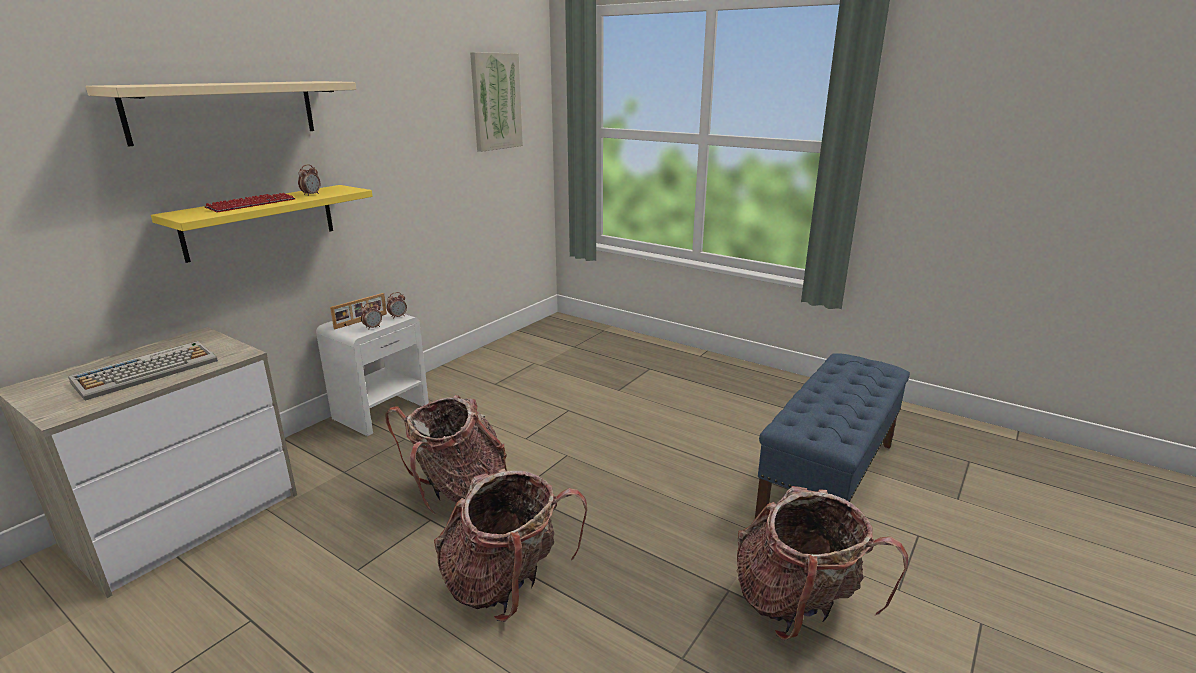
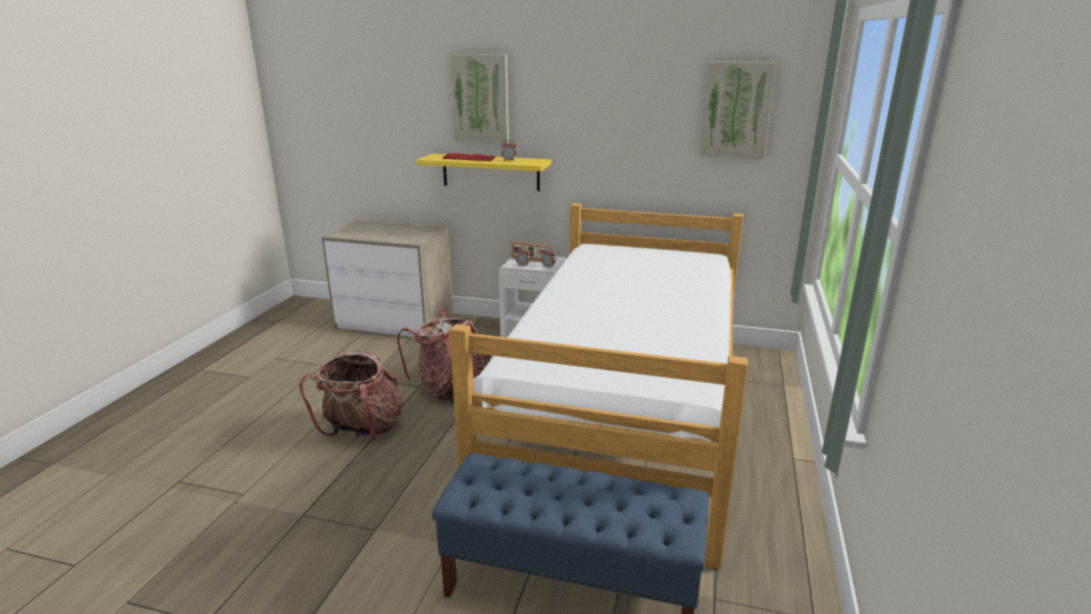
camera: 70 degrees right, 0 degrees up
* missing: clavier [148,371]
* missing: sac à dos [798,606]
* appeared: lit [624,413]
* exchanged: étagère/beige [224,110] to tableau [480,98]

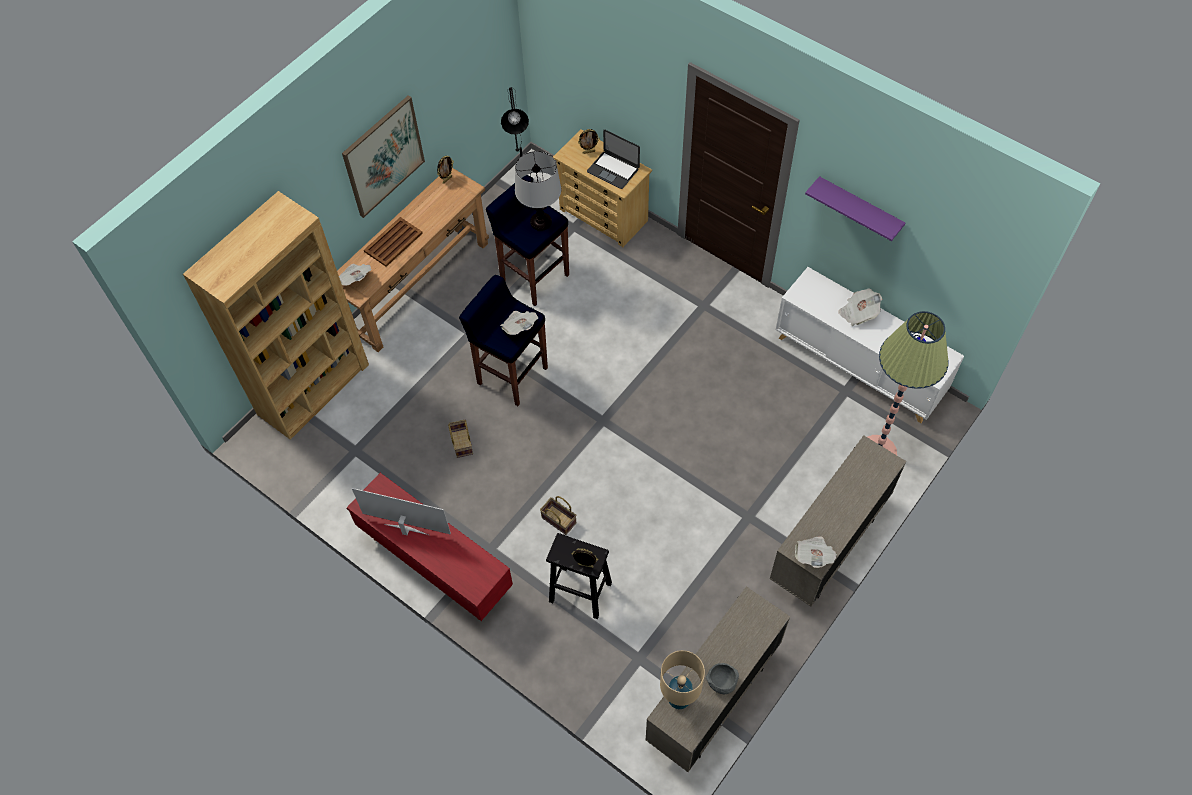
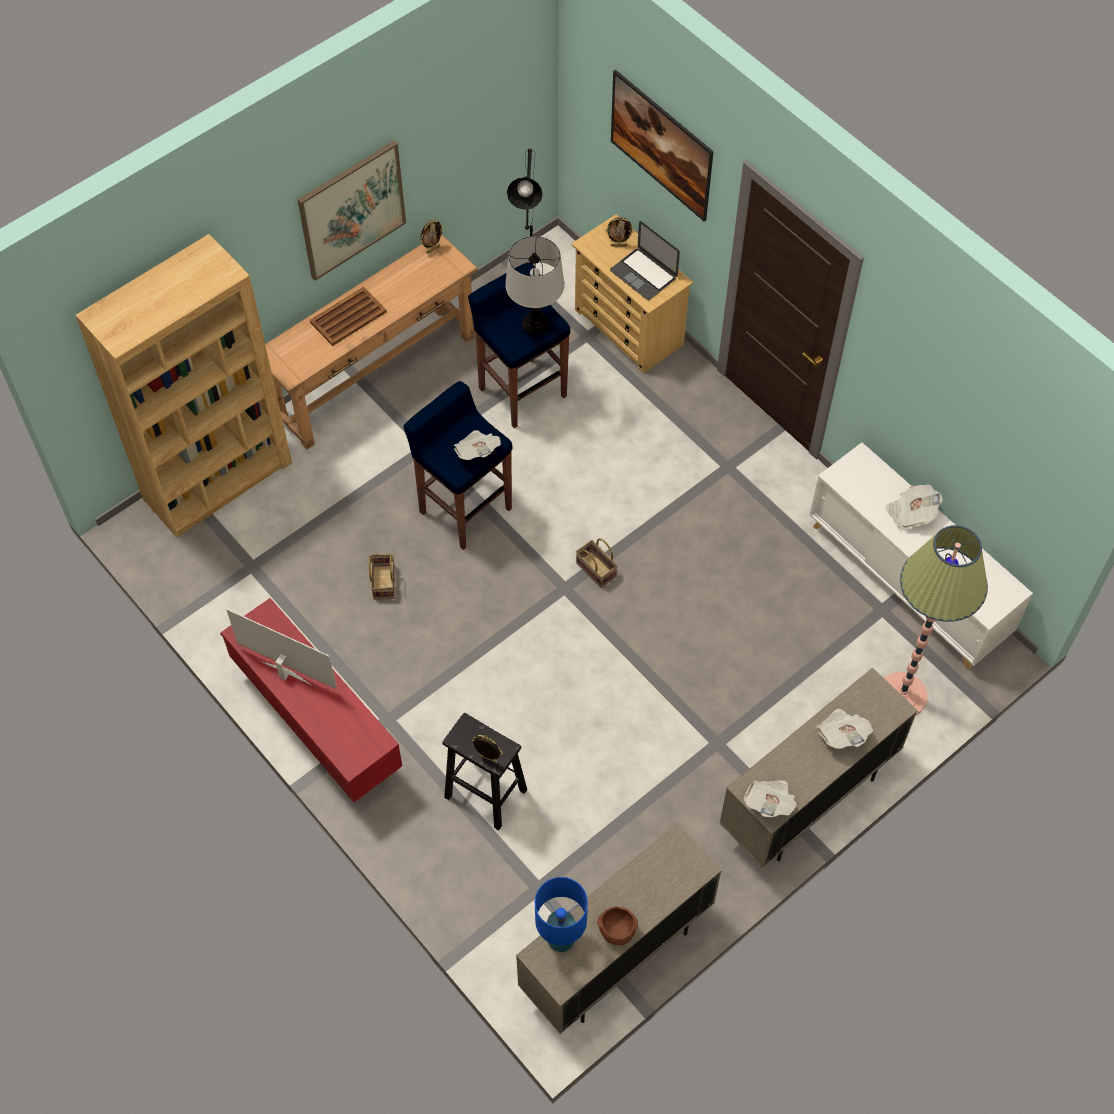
camera: 10 degrees right, 0 degrees up
* missing: étagère/violet [859,209]
* appeared: tableau [660,162]
* relocated: journal [355,279] to [842,734]
* relocated: panier [557,520] to [594,570]
* colour: lampe de table/beige [679,698] to lampe de table/bleu [561,939]
* colour: bol/gris [721,683] to bol/marron [616,931]

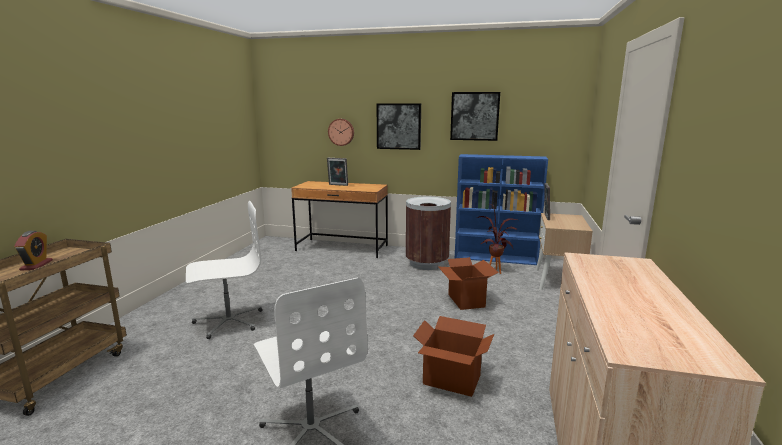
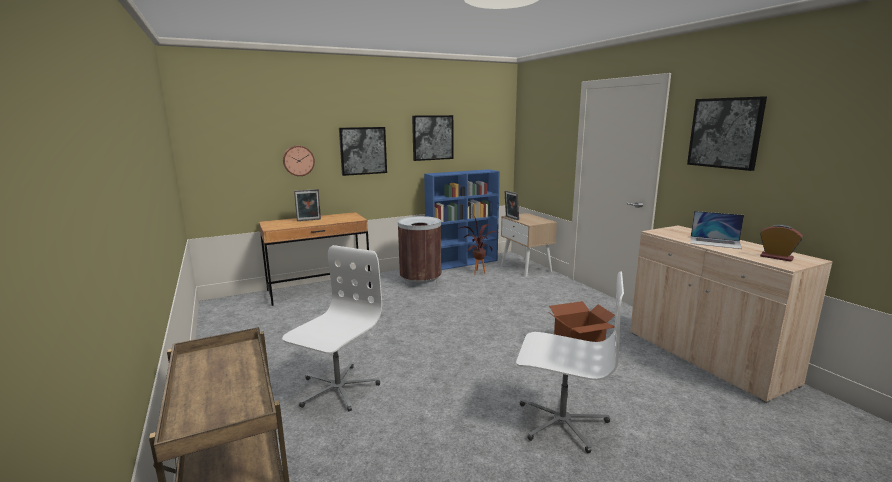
camera: 40 degrees left, 0 degrees up
* missing: carton [465,301]
* appeared: tableau [725,133]
* appeared: ordinateur portable [715,242]
* relocated: réveil [36,265] to [776,257]

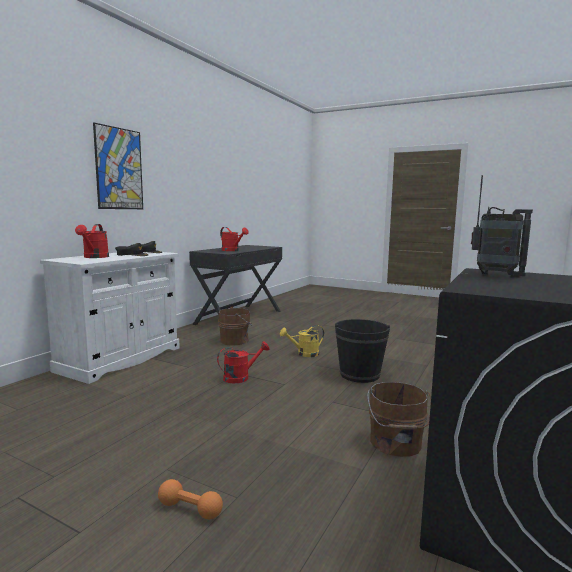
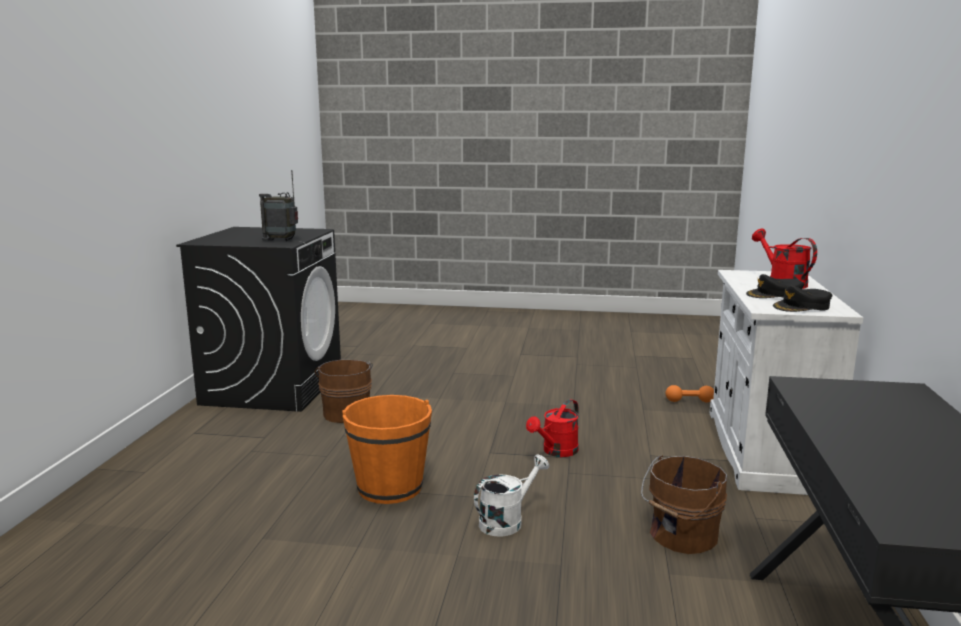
camera: 160 degrees right, 5 degrees up
* missing: tableau [119,169]
* missing: arrosoir/rouge [232,250]
* relocated: haltère/orange [190,509] to [689,401]
* colour: arrosoir/jaune [304,354] to arrosoir/blanc [507,521]
* colour: seau/noir [359,375] to seau/orange [390,488]

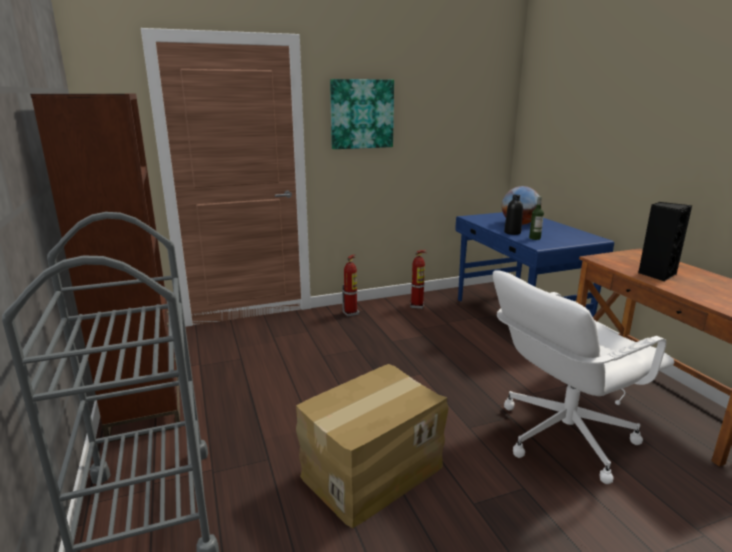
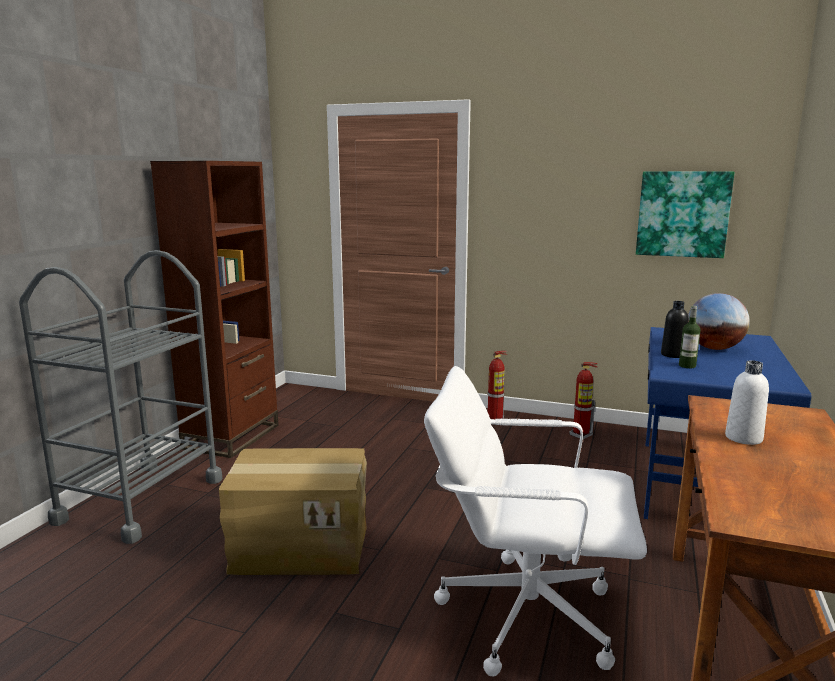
camera: 40 degrees right, 5 degrees down
* relocated: tableau [361,114] to [682,214]
* exchanged: enceinte/noir [656,274] to bouteille/blanc [743,438]

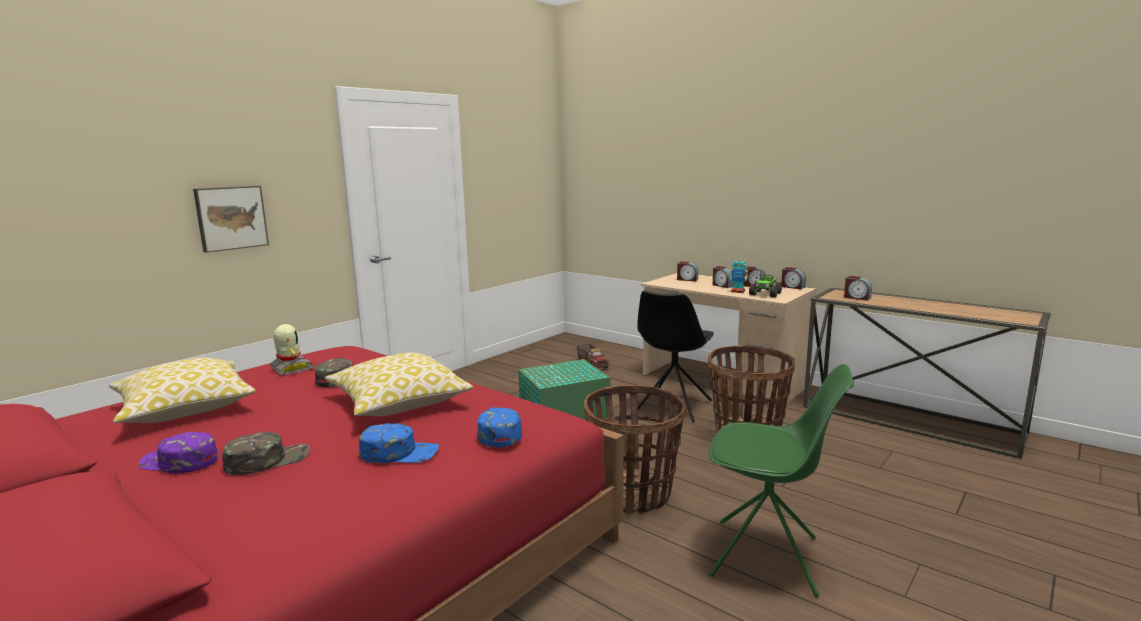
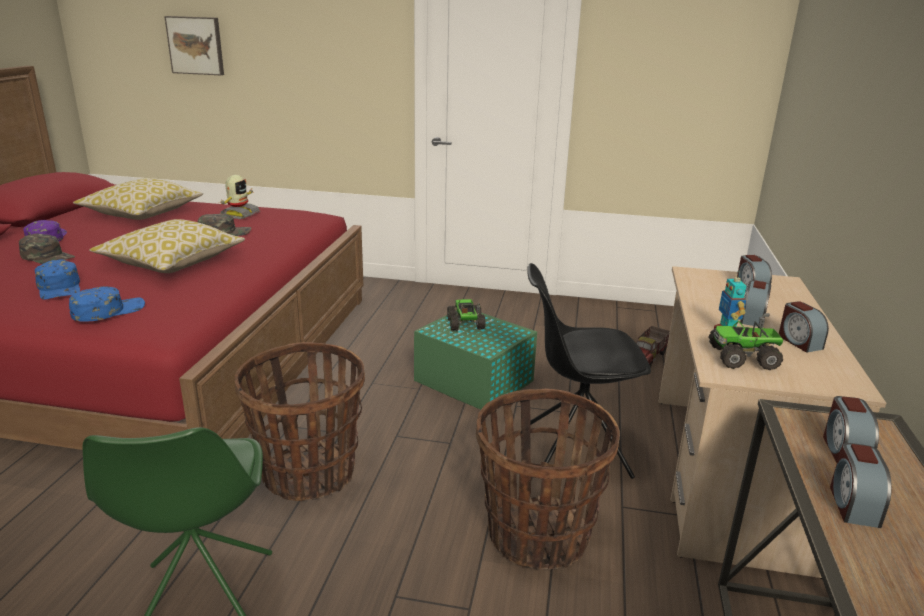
camera: 60 degrees right, 10 degrees up
* appeared: camion jouet [465,324]
* relocated: tableau [231,217] to [196,45]
* relocated: réveil [792,287] to [853,504]

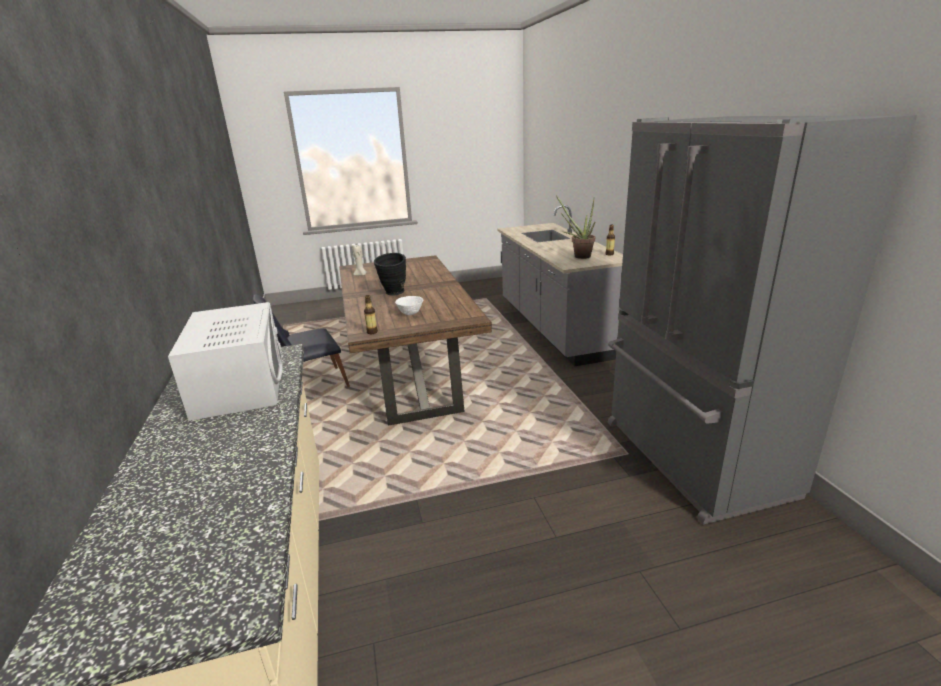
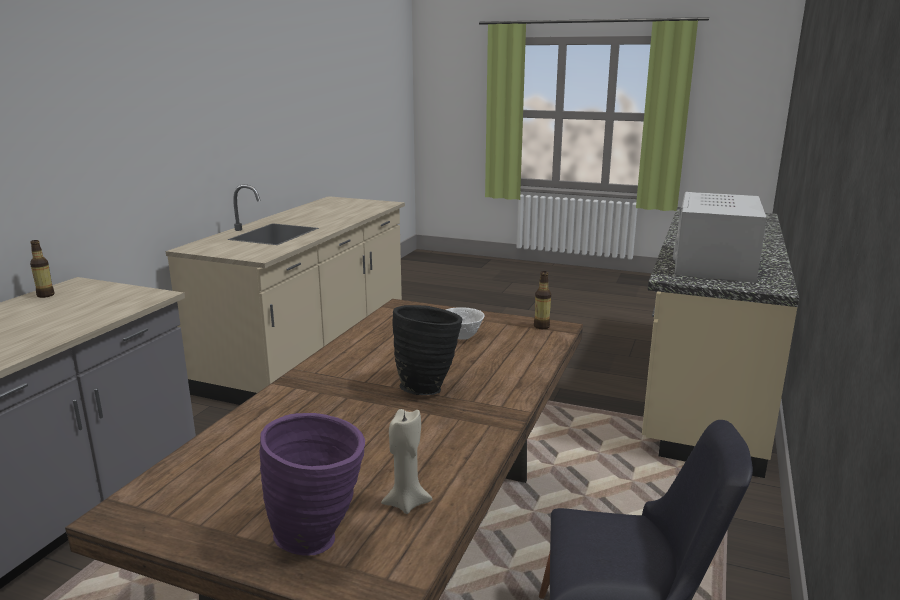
camera: 145 degrees left, 5 degrees down
* missing: plante en pot [578,256]
* appeared: vase/violet [320,538]
* exchanged: réfrigérateur/gris [691,458] to comptoir de cuisine/beige [311,348]

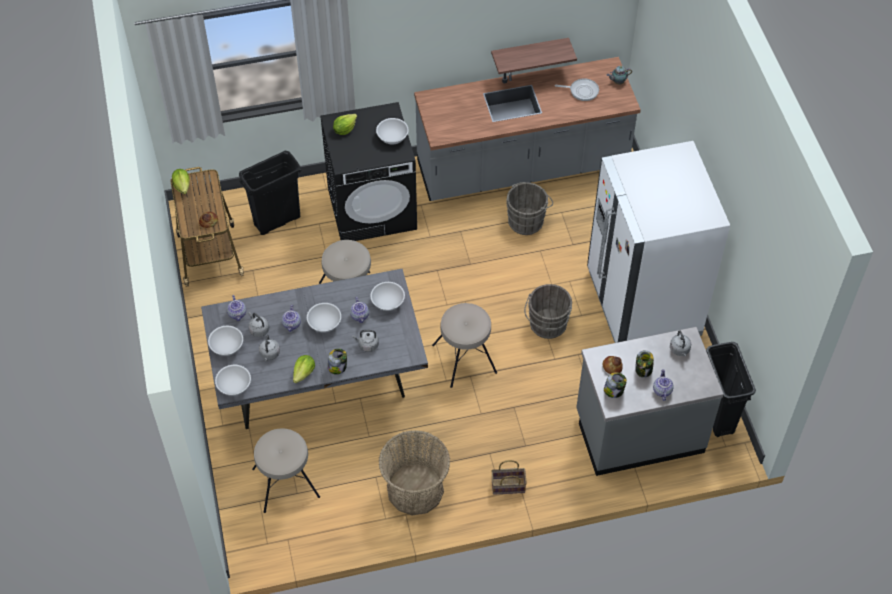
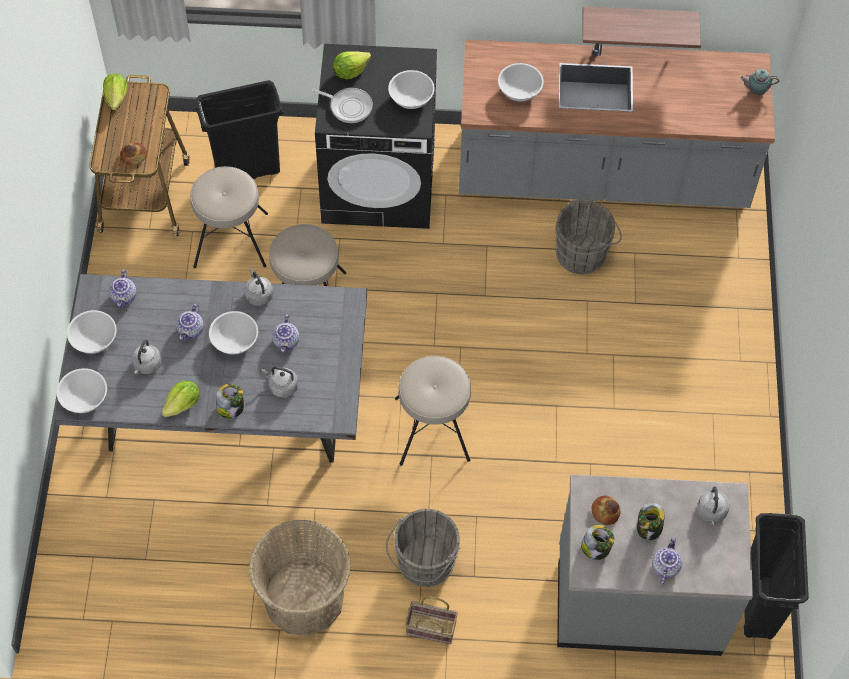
camera: 15 degrees right, 5 degrees up
* missing: réfrigérateur/blanc [643,303]
* relocated: bouilloire/gris [258,329] to [258,294]
* relocated: tabouret/beige [286,483] to [231,241]
* relocated: bol/blanc [388,302] to [519,91]
* relocated: seau/gris [547,326] to [423,564]
* relocated: poêle [582,91] to [348,106]

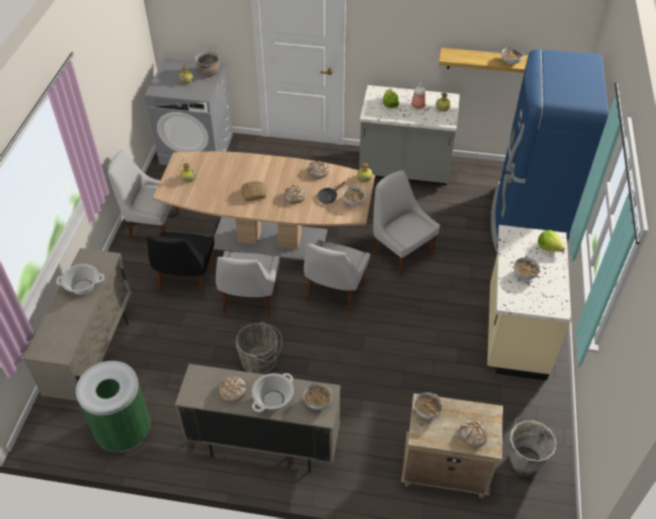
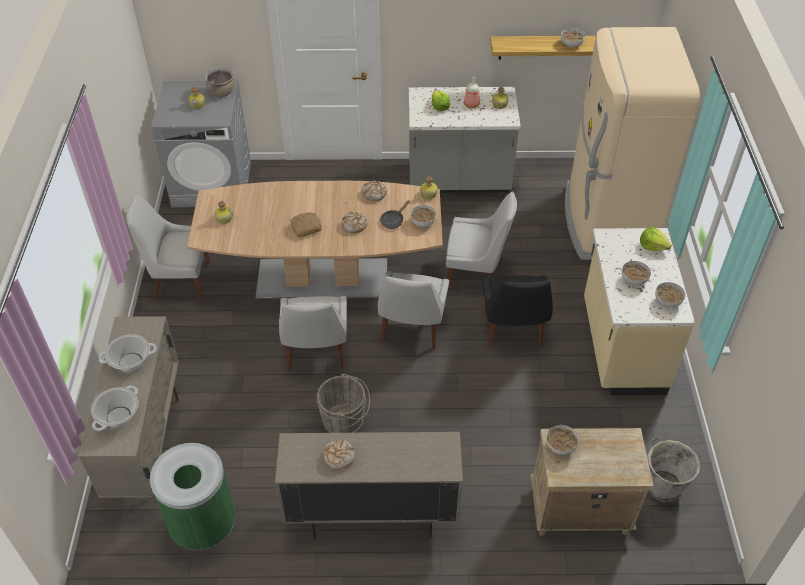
camera: 10 degrees left, 0 degrees up
* missing: pain [473,435]
* relocated: chaise/noir [186,280] to [513,331]
* relocated: marmite [273,399] to [118,416]
* relocated: bol [318,401] to [667,301]
* colour: réfrigérateur/bleu [526,222] to réfrigérateur/beige [606,223]
* spun: chaise/blanc [401,252] = [476,274] 150 degrees clockwise

